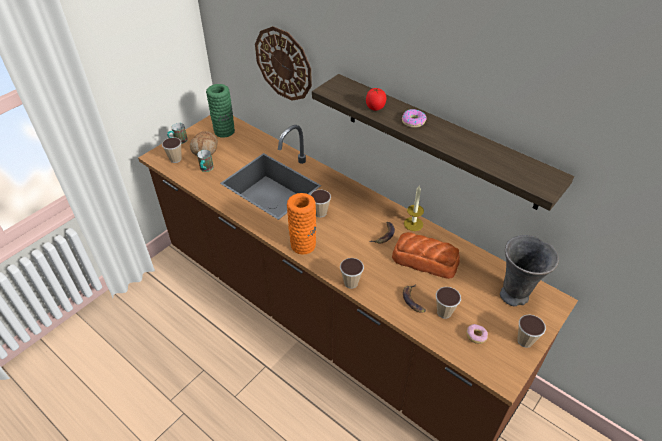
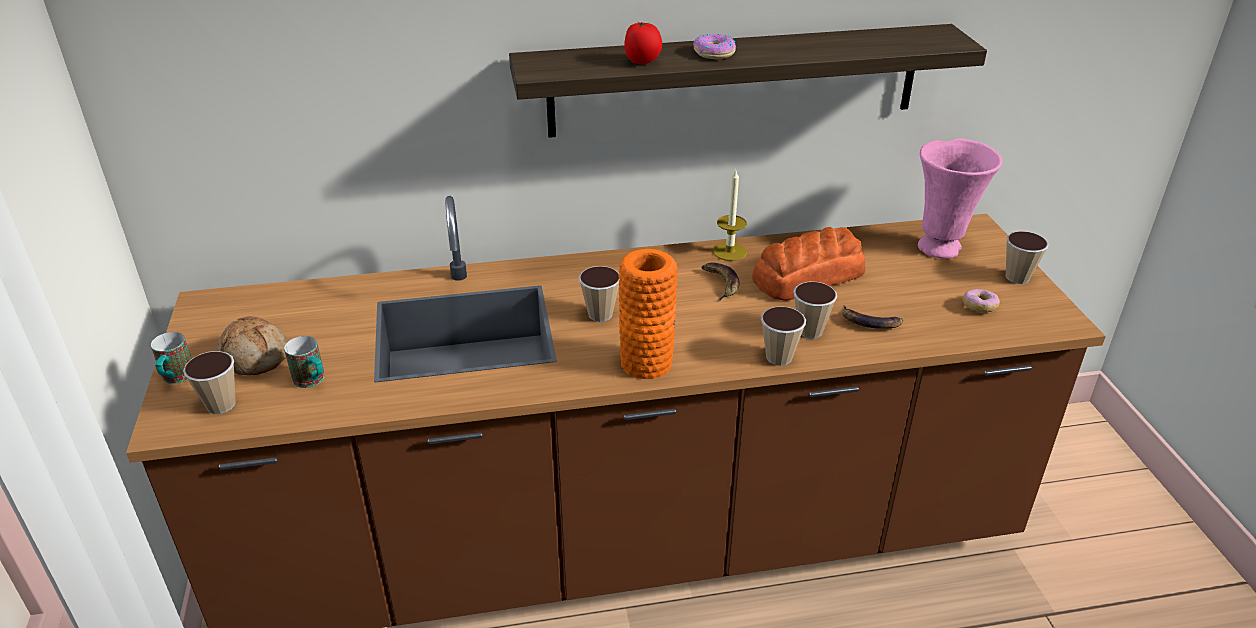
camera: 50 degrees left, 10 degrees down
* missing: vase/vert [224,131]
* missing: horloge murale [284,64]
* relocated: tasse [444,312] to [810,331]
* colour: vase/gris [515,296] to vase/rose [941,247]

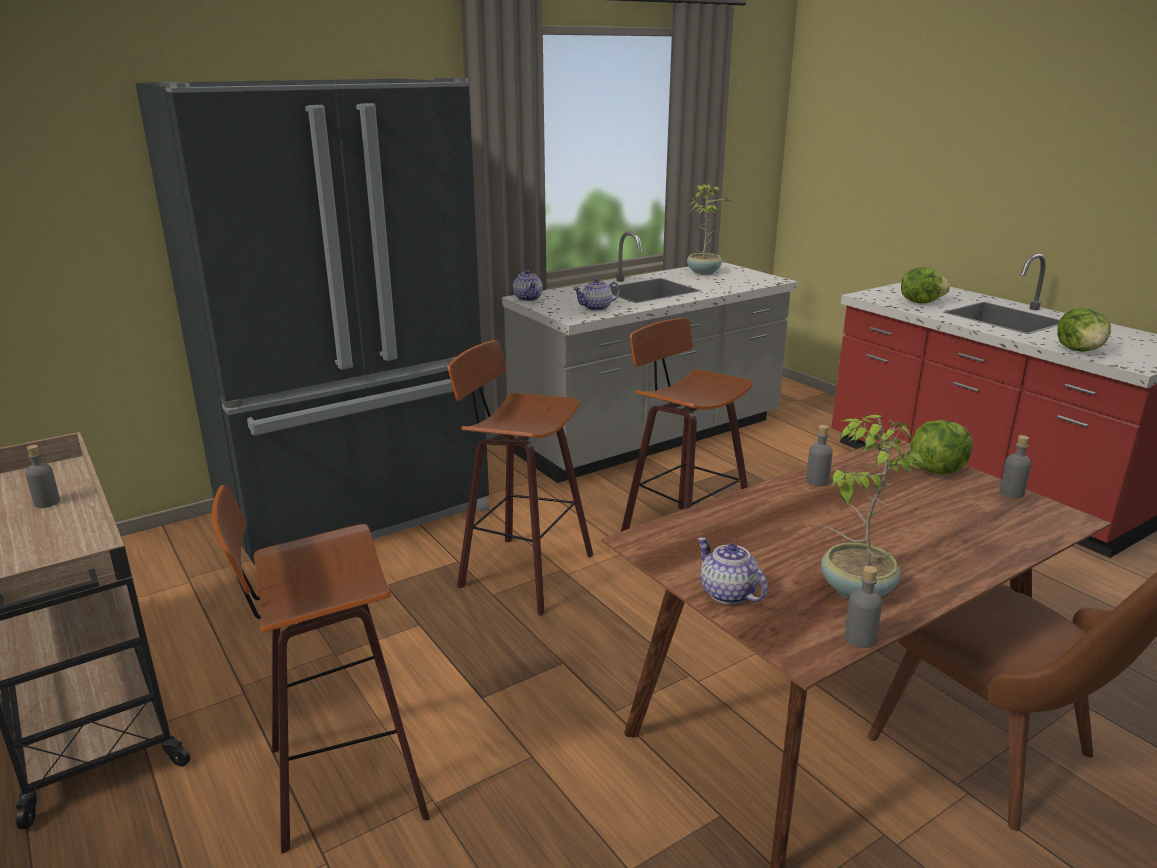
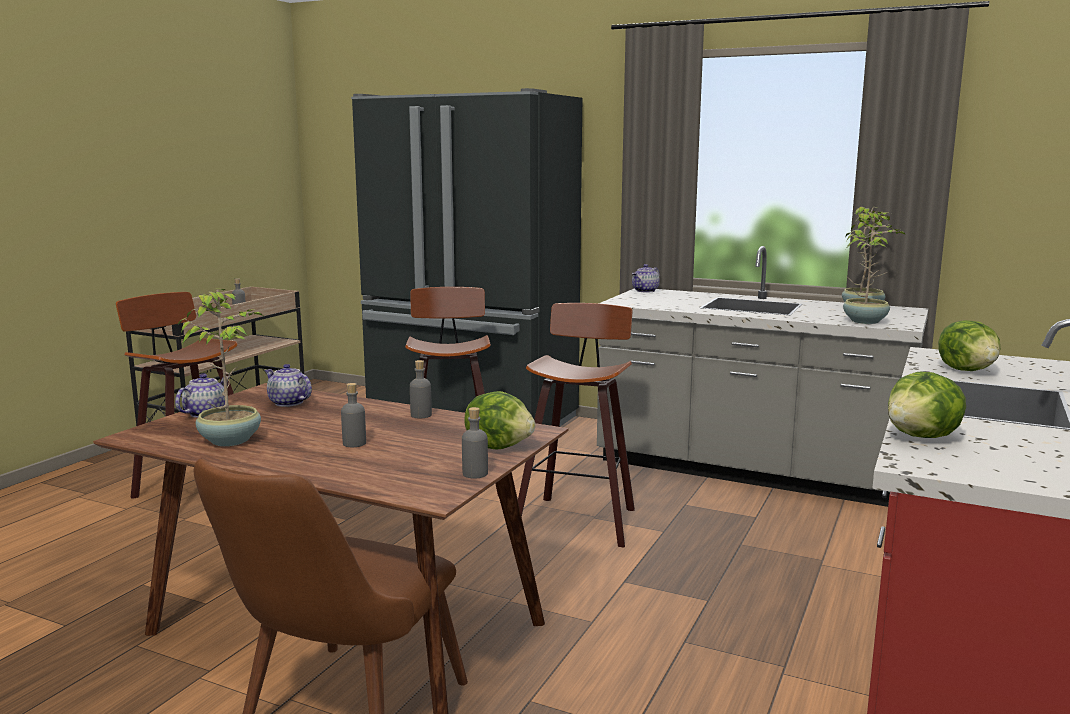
camera: 60 degrees right, 10 degrees down
* appeared: plante en pot [865,321]
* relocated: théière [596,308] to [288,403]
* relocated: bouteille/gris [860,638] to [354,443]

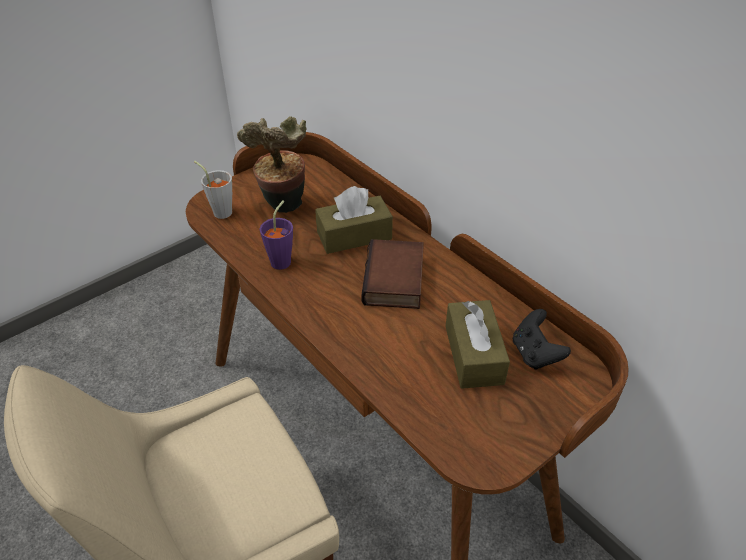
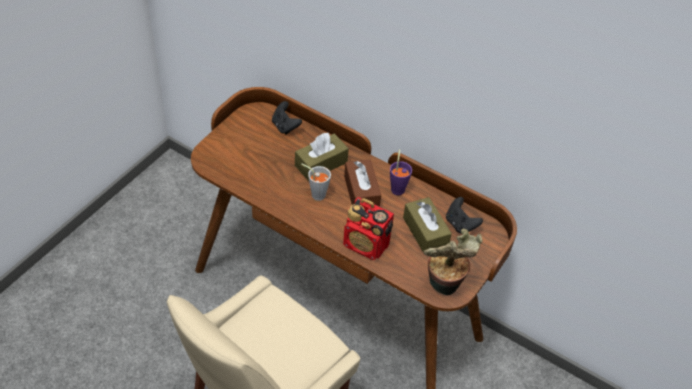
camera: 20 degrees left, 5 degrees up
* appeared: manette/noir [285,126]
* appeared: radio [366,245]
* relocated: tasse/gris [220,211] to [315,194]
* relocated: plante en pot [283,207] to [443,288]
* relocated: tasse/violet [283,259] to [398,187]
* exchanged: livre [396,281] to boîte à mouchoirs/marron [361,192]

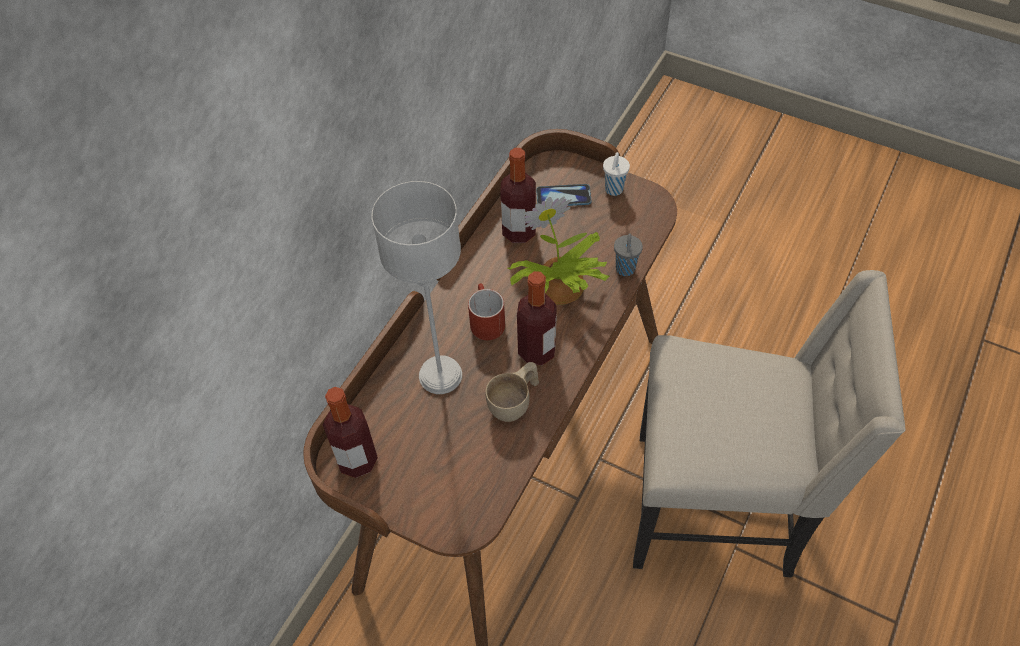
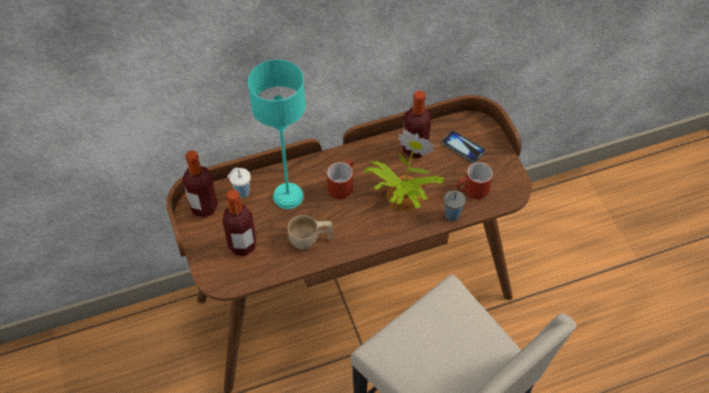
camera: 40 degrees right, 0 degrees up
* appeared: mug/rouge [472,191]
* relocated: bouteille [536,351] to [242,245]
* relocated: tasse/blanc [613,190] to [241,193]
* colour: lampe de table/gris [441,374] to lampe de table/turquoise [288,196]

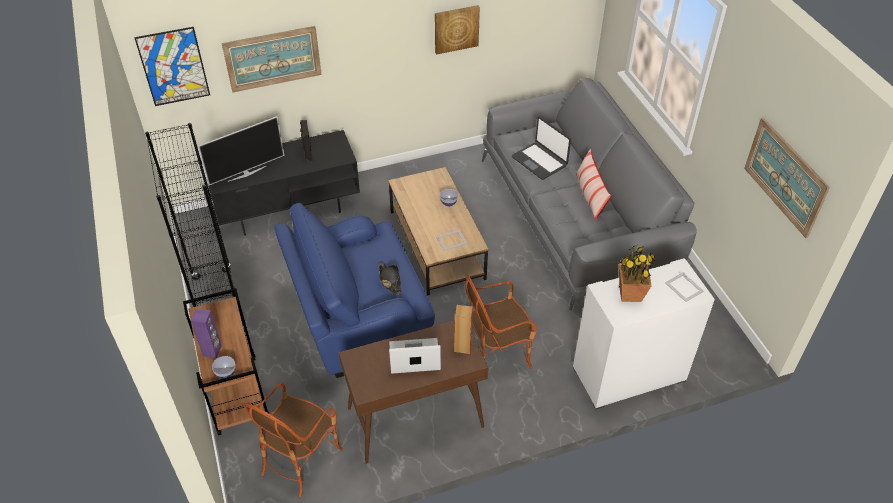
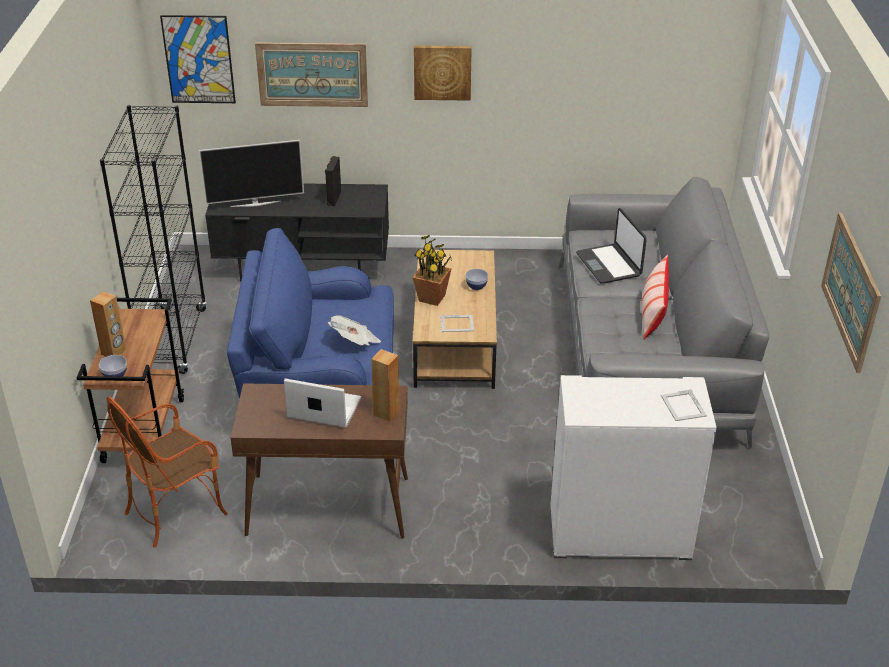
camera: 20 degrees right, 10 degrees down
* missing: fauteuil [496,354]
* relocated: tableau [456,29] to [442,72]
* relocated: plante en pot [630,294] to [432,298]
* exchanged: chapeau/noir [390,281] to journal [355,342]
* colour: enceinte/violet [212,350] to enceinte/marron [114,352]

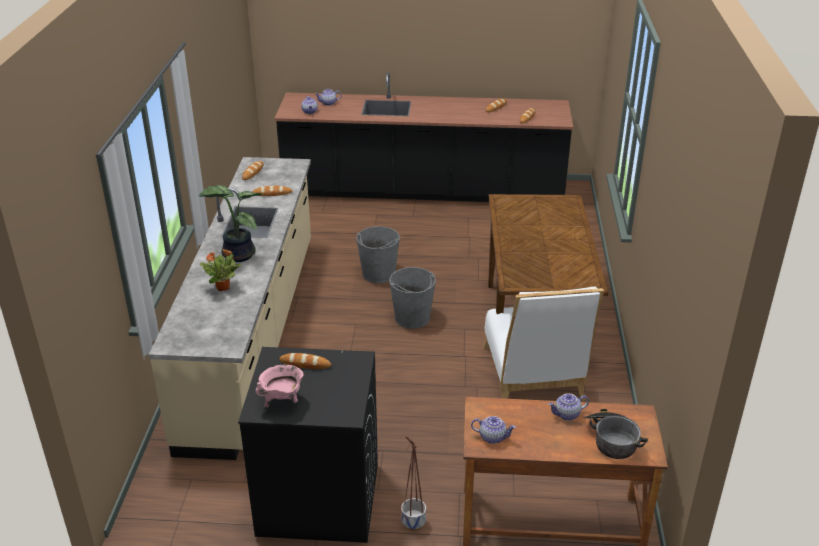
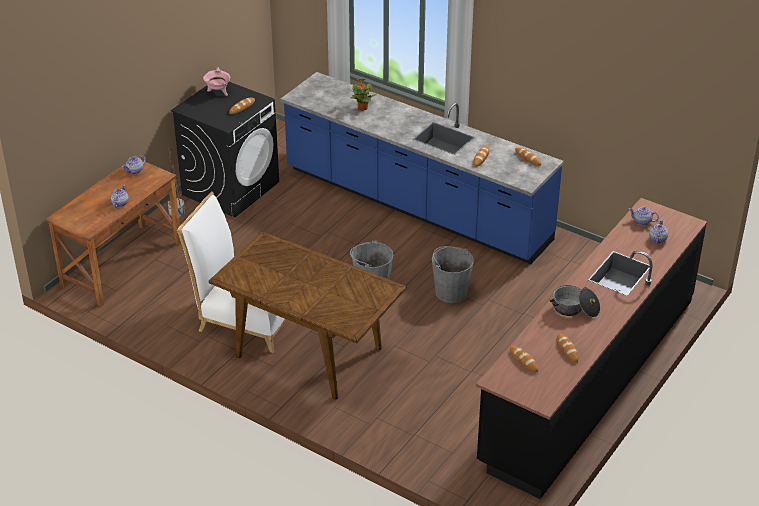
camera: 120 degrees right, 5 degrees up
* missing: plante en pot [236,255]
* relocated: marmite [611,440] to [575,309]
* colour: comptoir de cuisine/beige [253,336] to comptoir de cuisine/bleu [416,206]

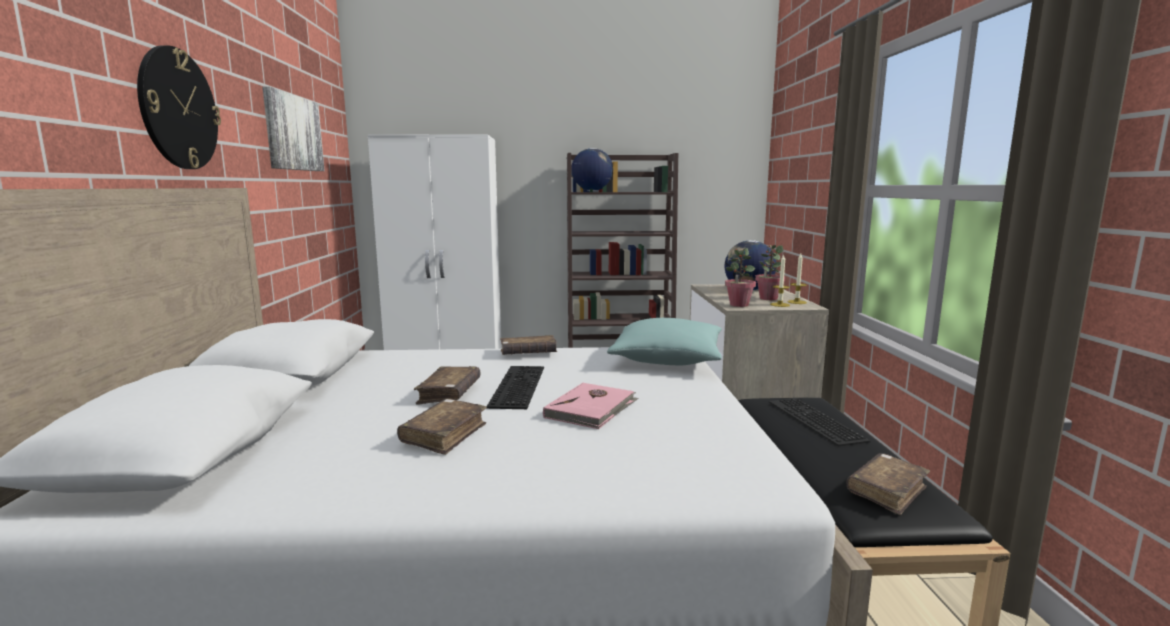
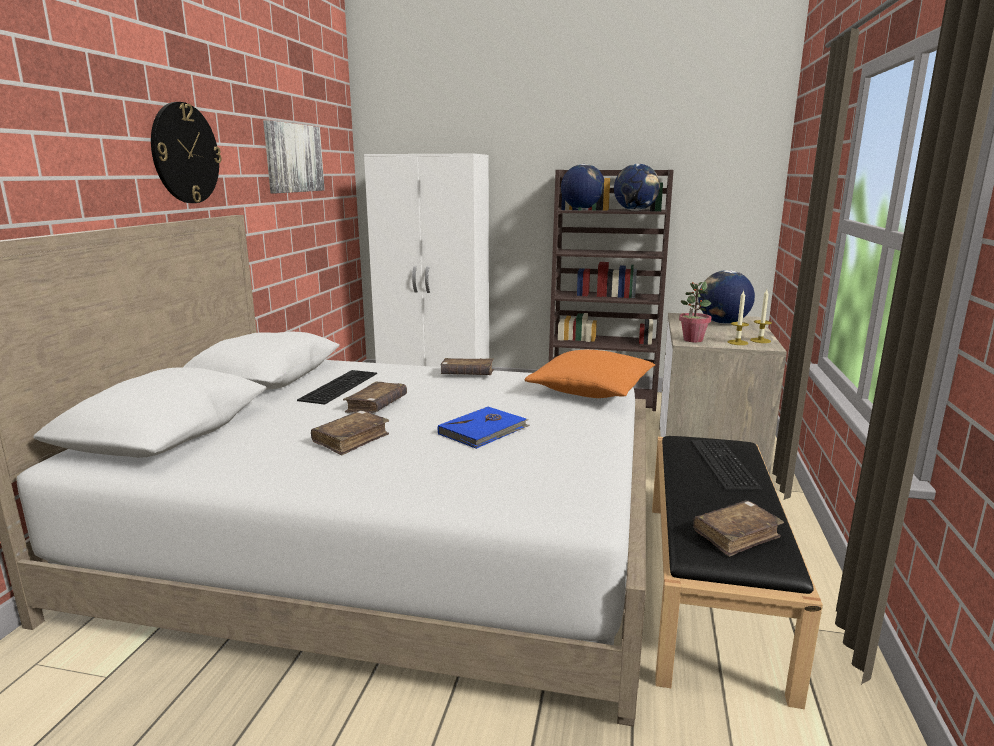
camera: 15 degrees right, 5 degrees up
* missing: plante en pot [768,298]
* appeared: globe [635,210]
* relocated: clavier [515,385] to [338,386]
* colour: livre/rose [592,409] to livre/bleu [484,431]
* colour: coussin/turquoise [667,360] to coussin/orange [591,391]

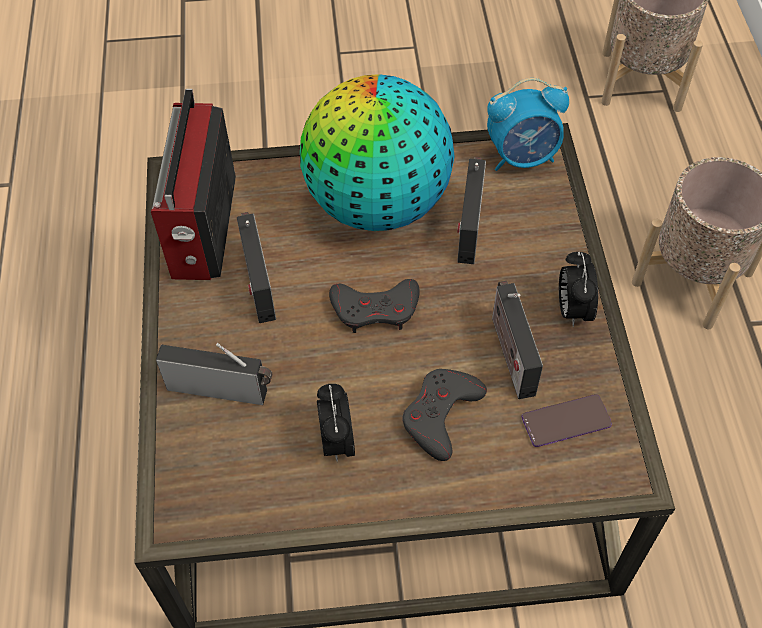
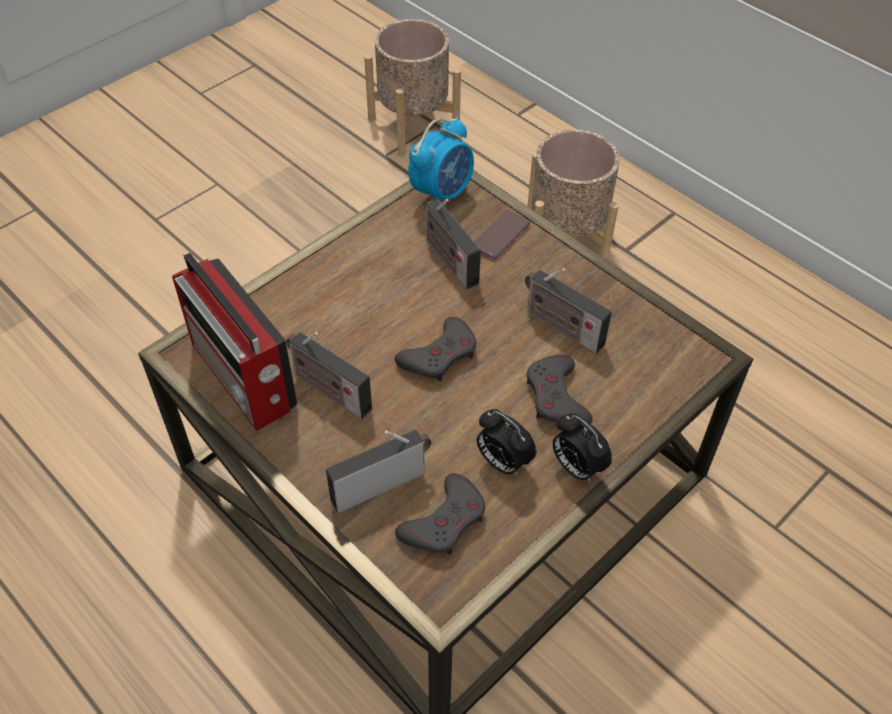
camera: 40 degrees left, 5 degrees down
* missing: globe [377,204]
* appeared: manette/gris [444,521]
* relocated: téléphone [566,421] to [501,235]
* relocated: réveil [572,309] to [576,467]

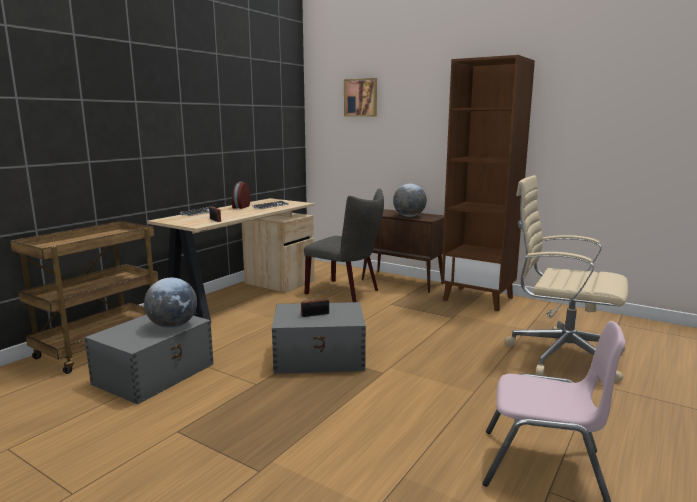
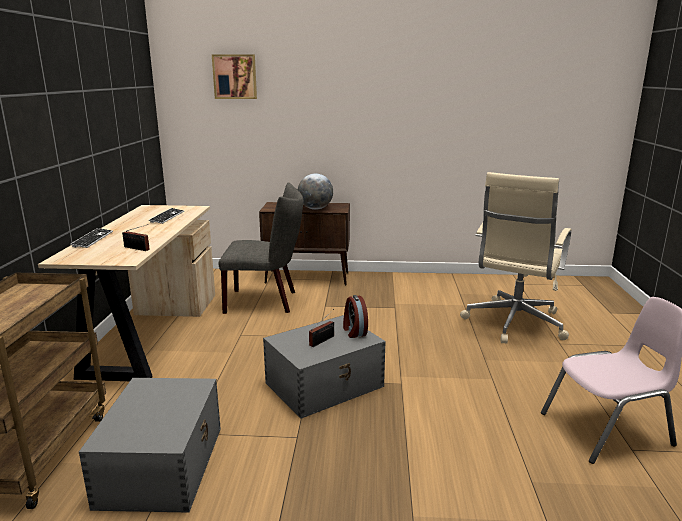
camera: 30 degrees left, 5 degrees up
* missing: globe [173,326]
* missing: bibliothèque/marron [478,299]
* relocated: réveil [241,207] to [354,331]
* spun: chaise de bureau/beige [561,355] = [513,324] 60 degrees counterclockwise

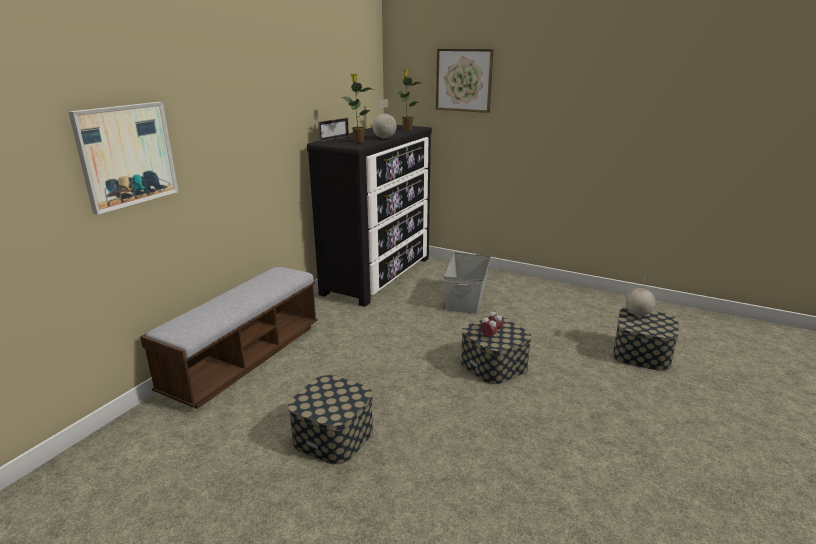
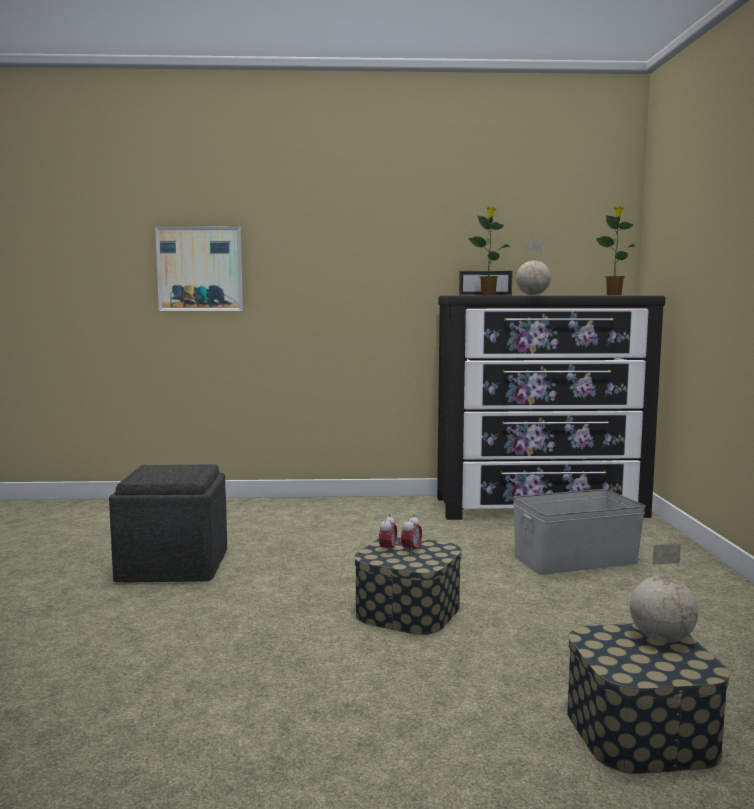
camera: 60 degrees right, 15 degrees down
* missing: banc [245,358]
* missing: tableau [464,80]
* exchanged: boîte de rangement [333,435] to pouf/gris [173,565]

